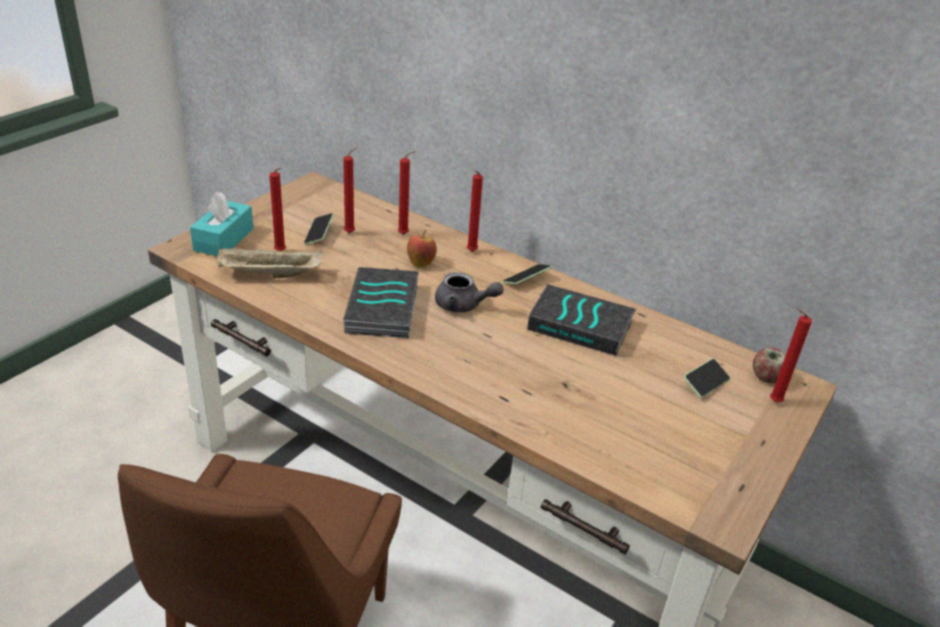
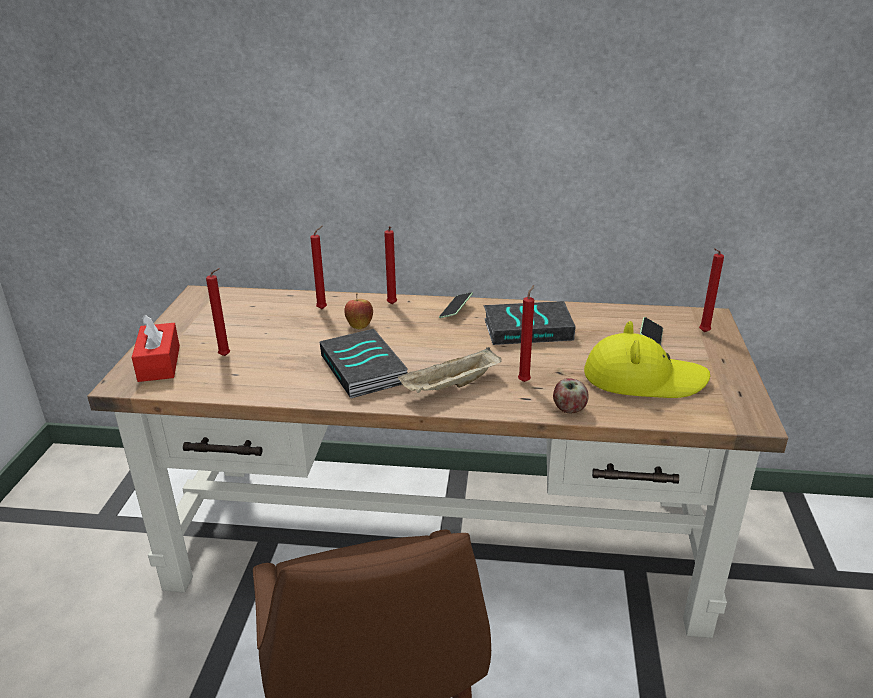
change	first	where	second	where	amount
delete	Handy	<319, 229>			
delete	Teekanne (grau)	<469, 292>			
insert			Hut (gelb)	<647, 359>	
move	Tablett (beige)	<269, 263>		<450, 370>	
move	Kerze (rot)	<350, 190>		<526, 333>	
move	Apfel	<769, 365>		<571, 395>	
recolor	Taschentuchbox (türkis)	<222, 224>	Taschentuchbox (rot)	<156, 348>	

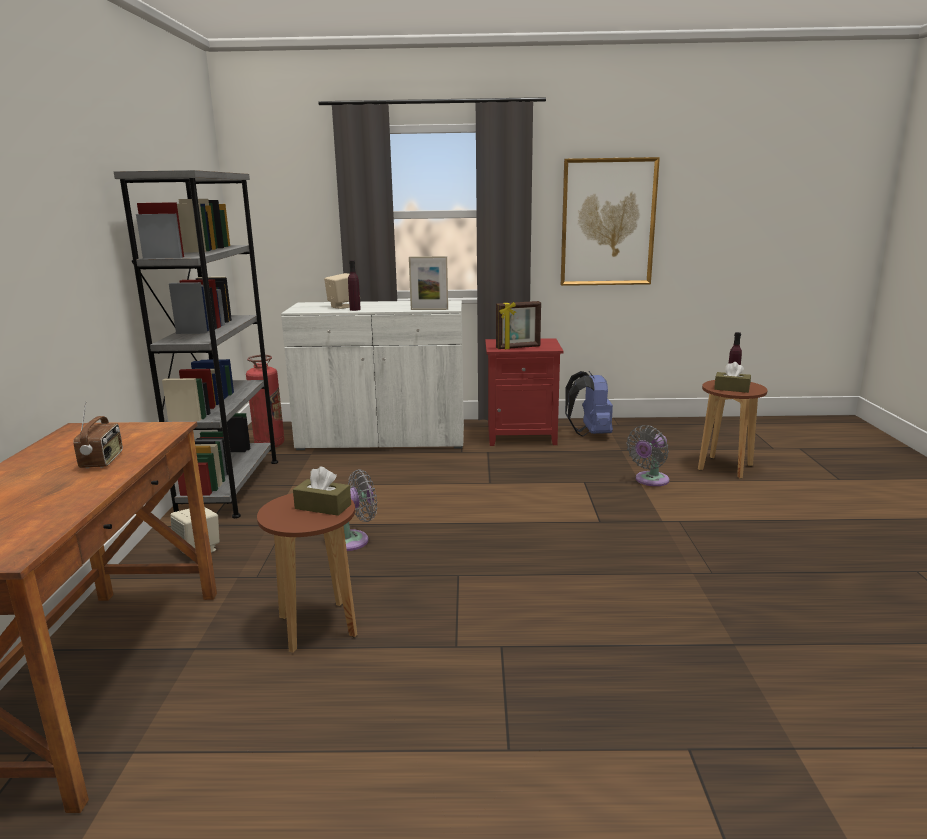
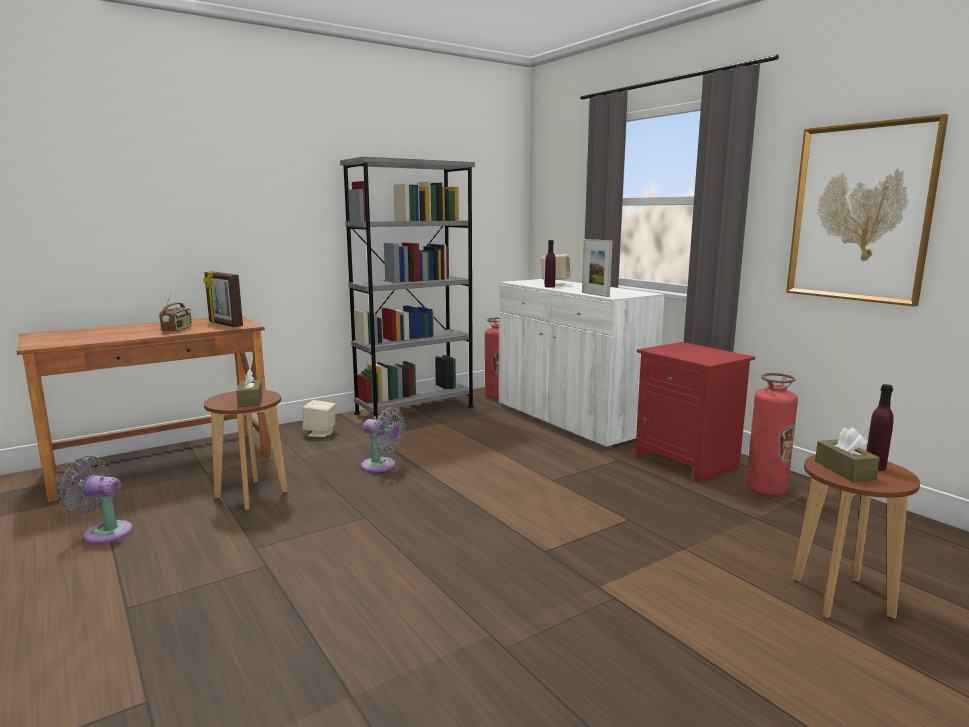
change	first	where	second	where	amount
move	Bilderrahmen	<518, 325>		<223, 299>	
move	Ventilator (grau)	<648, 455>		<95, 500>	
replace	Rucksack (blau)	<589, 404>	Feuerlöscher	<772, 435>	
rotate	Radio	<98, 435>		<175, 312>	45 degrees counterclockwise

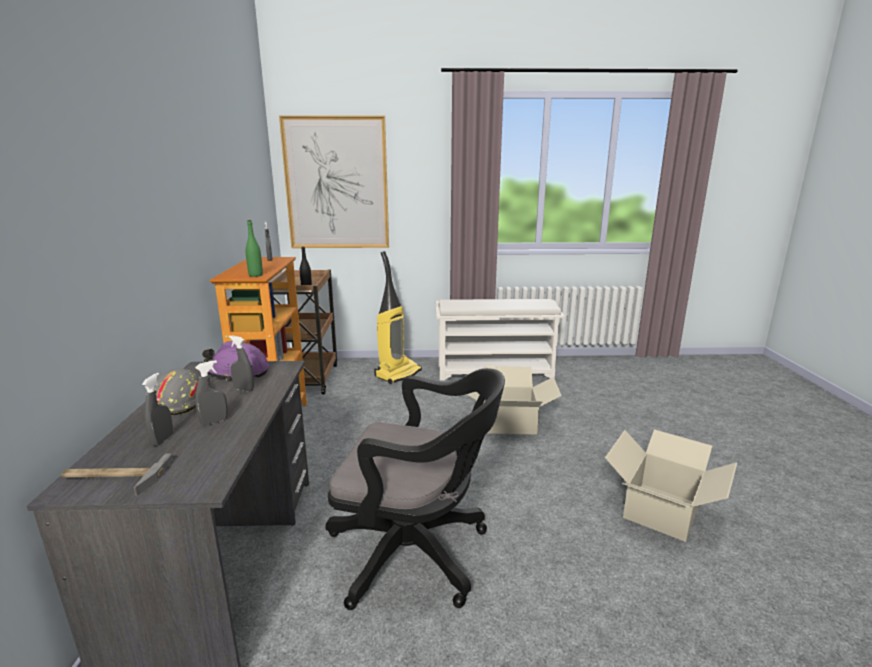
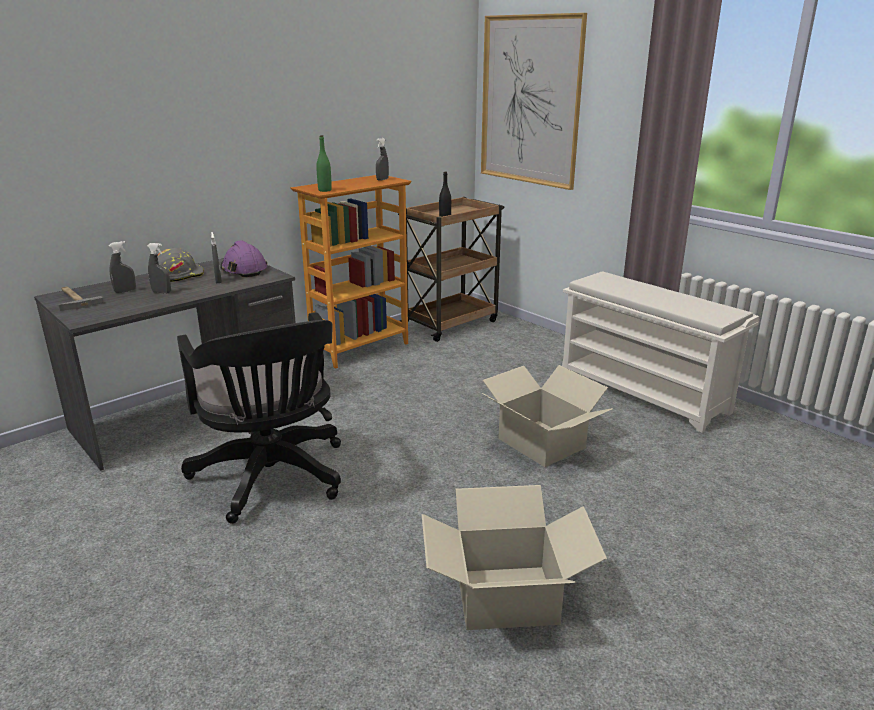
change	first	where	second	where	amount
delete	Staubsauger	<398, 317>			

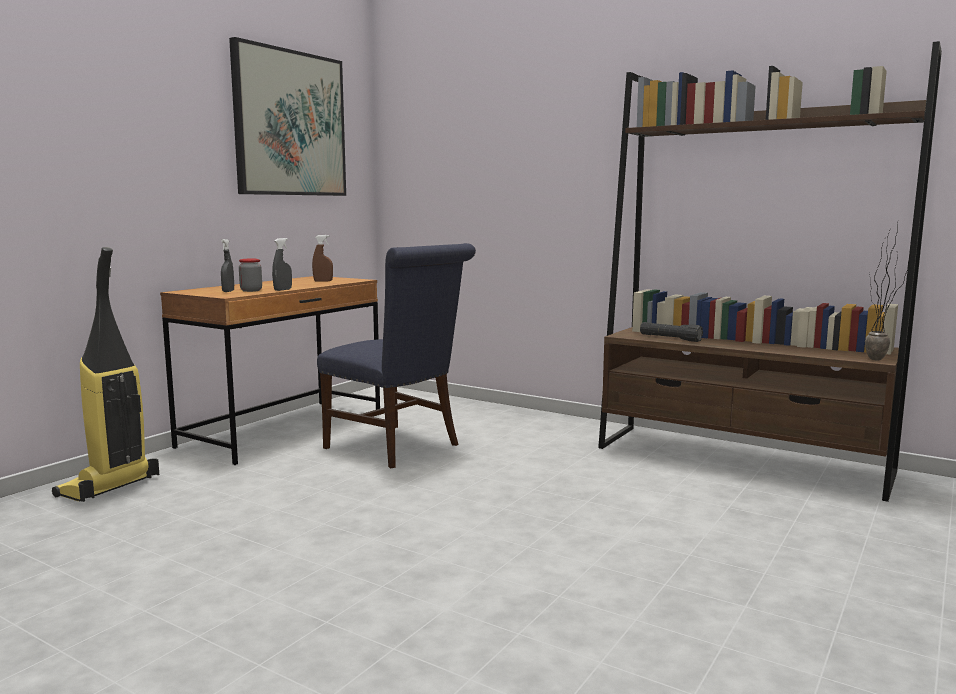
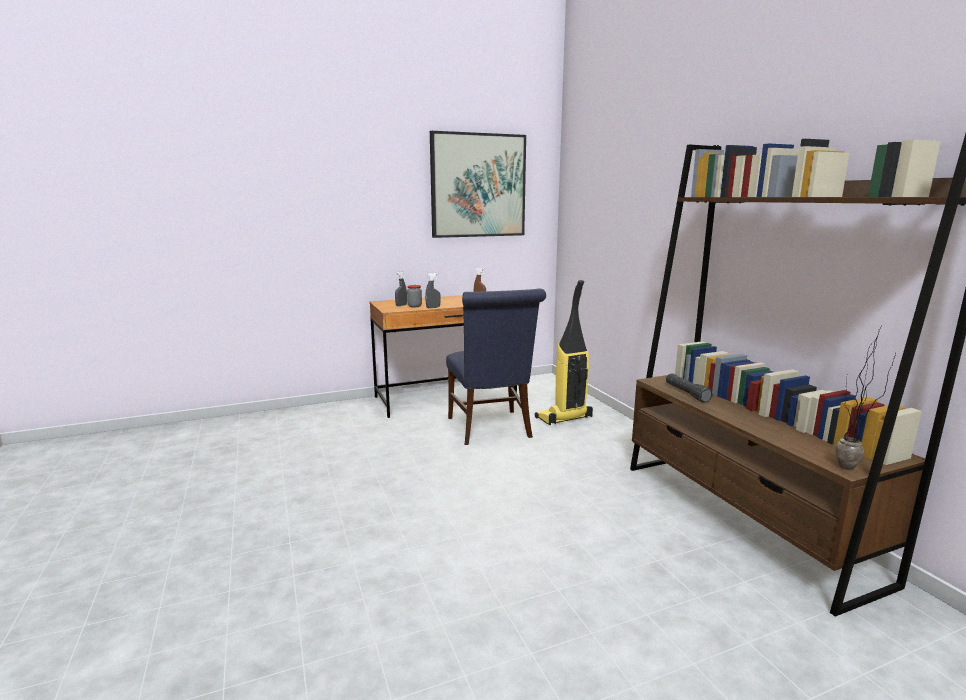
change	first	where	second	where	amount
move	Staubsauger	<105, 374>		<564, 352>	

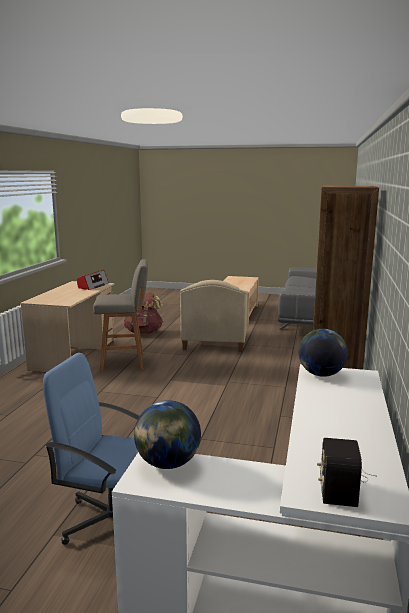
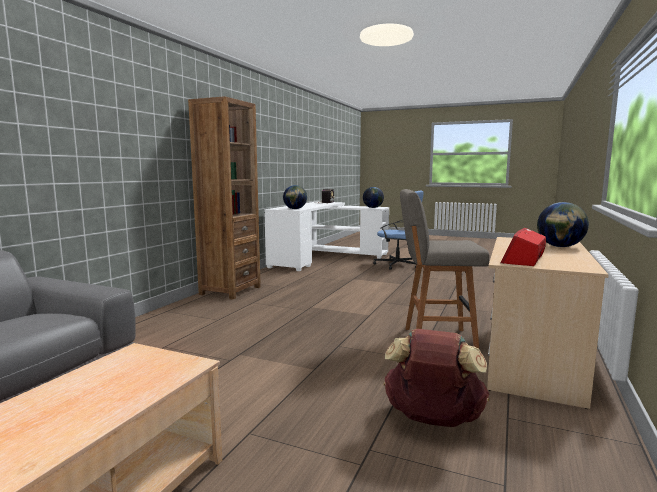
change	first	where	second	where	amount
delete	Sessel (beige)	<214, 316>			
insert			Globus	<563, 224>	

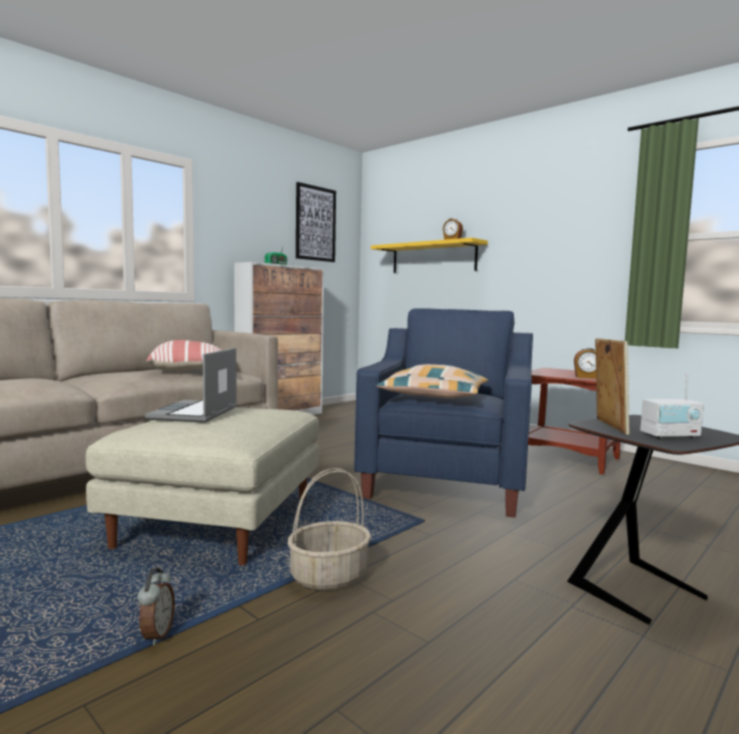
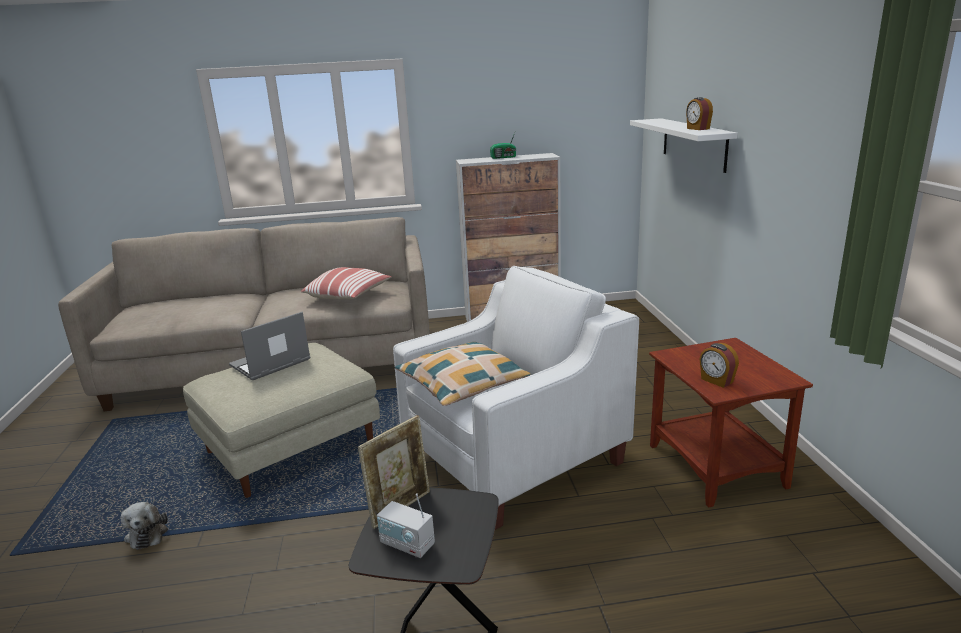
change	first	where	second	where	amount
delete	Korb	<329, 529>			
delete	Bild	<316, 222>			
replace	Wecker	<156, 606>	Plüschtier	<144, 526>	
recolor	Sessel (blau)	<443, 413>	Sessel (weiß)	<516, 398>	
recolor	Wandregal (gelb)	<429, 255>	Wandregal (weiß)	<684, 145>	

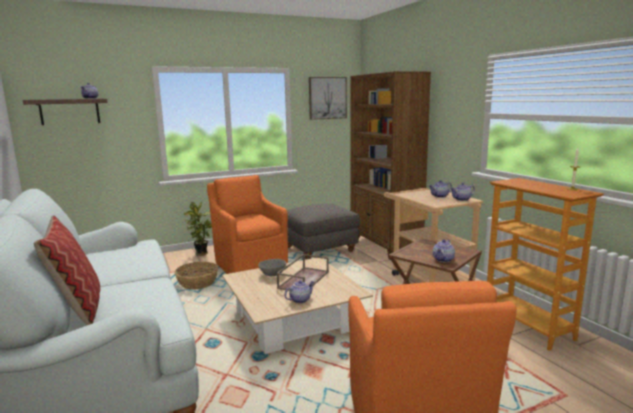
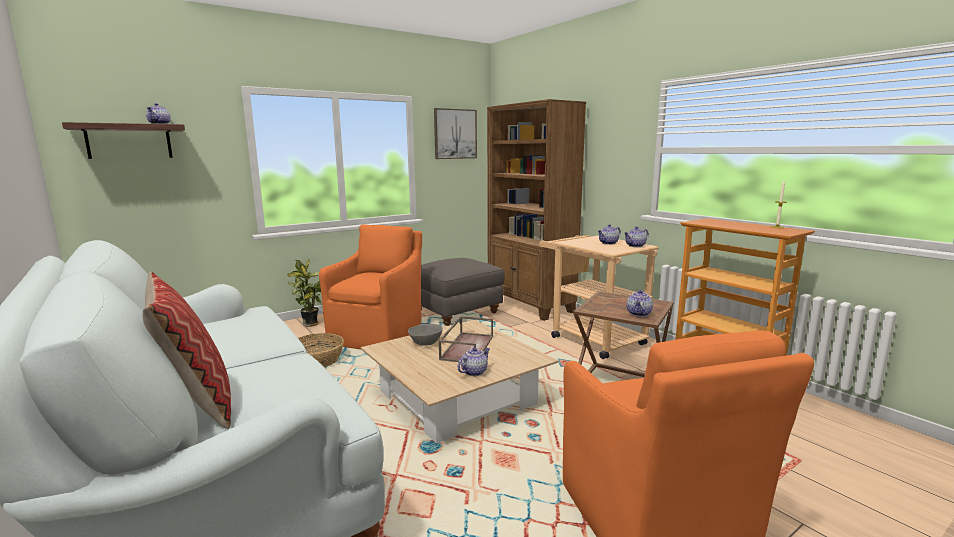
change	first	where	second	where	amount
rotate	Sessel (orange)	<247, 224>		<370, 287>	60 degrees clockwise

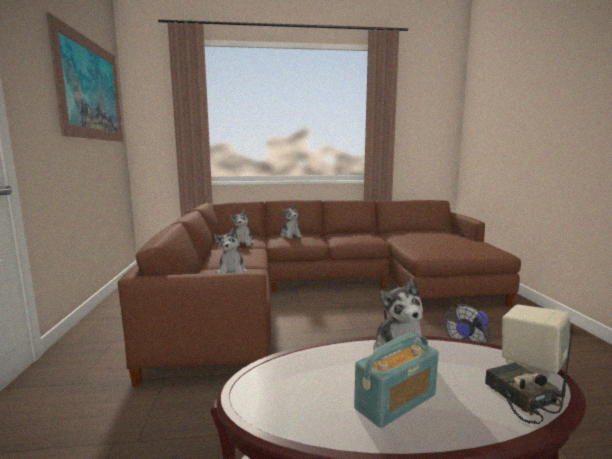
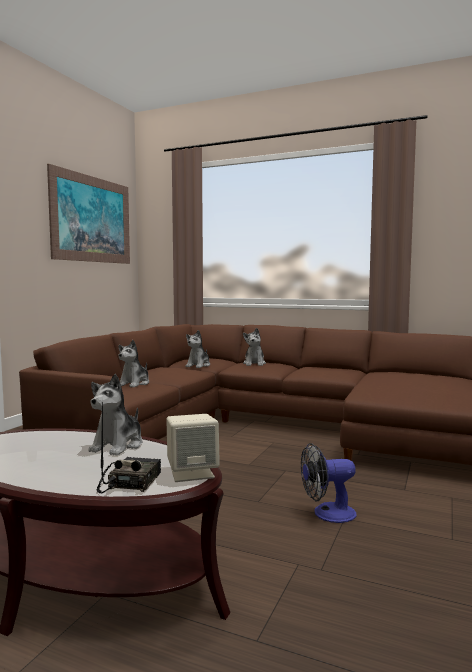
change	first	where	second	where	amount
delete	Radio	<396, 380>			

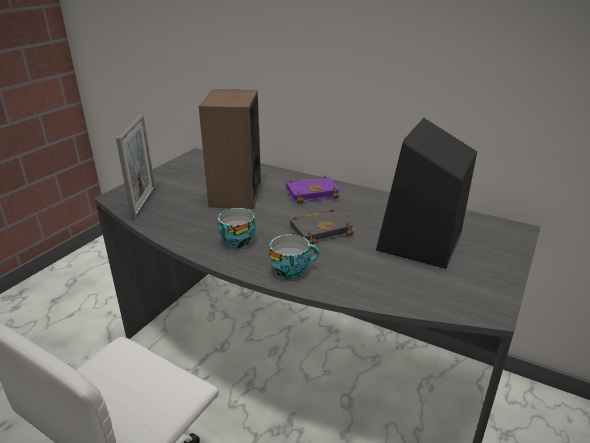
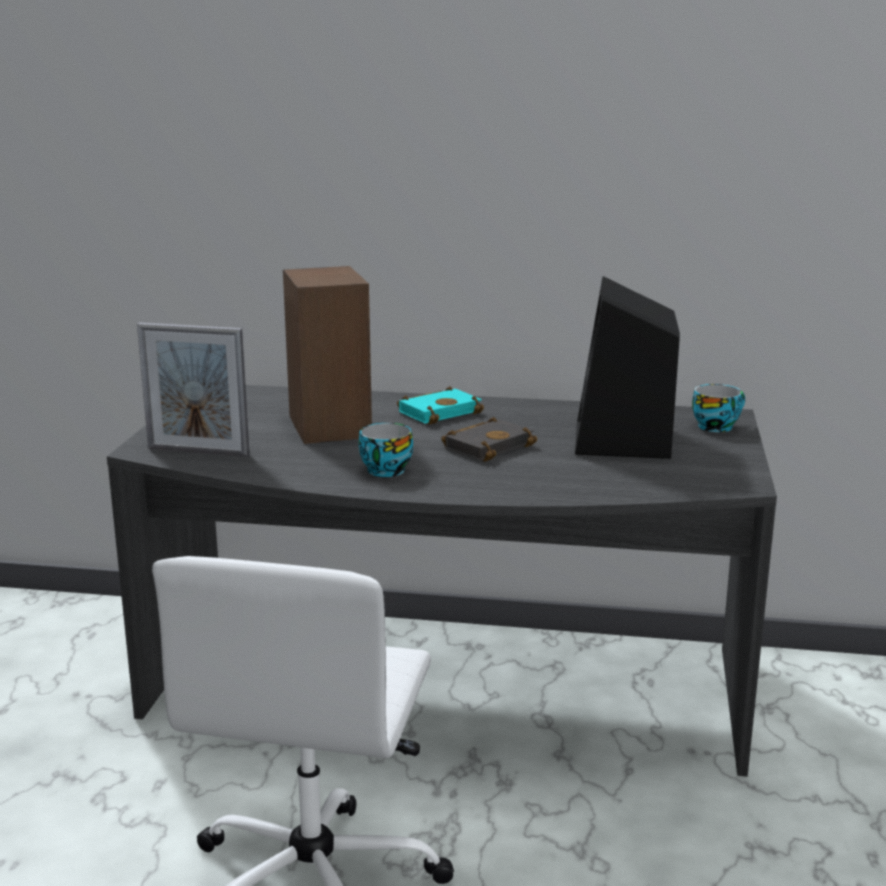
change	first	where	second	where	amount
move	Tasse	<294, 257>		<718, 408>	
recolor	Buch (lila)	<313, 190>	Buch (türkis)	<440, 405>	
rotate	Bilderrahmen	<135, 167>		<193, 390>	120 degrees clockwise

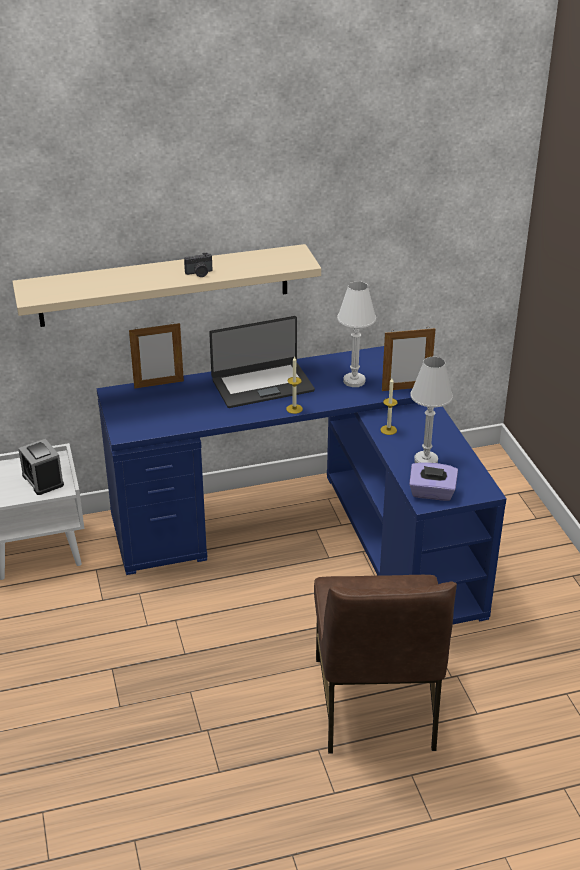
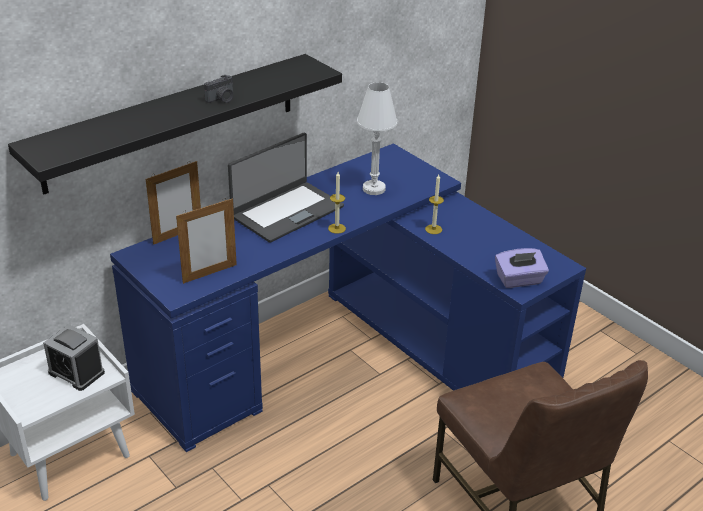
change	first	where	second	where	amount
delete	Tischlampe (weiß)	<431, 410>			
move	Bilderrahmen	<408, 359>		<206, 241>	
recolor	Wandregal (beige)	<166, 285>	Wandregal (schwarz)	<175, 124>	

